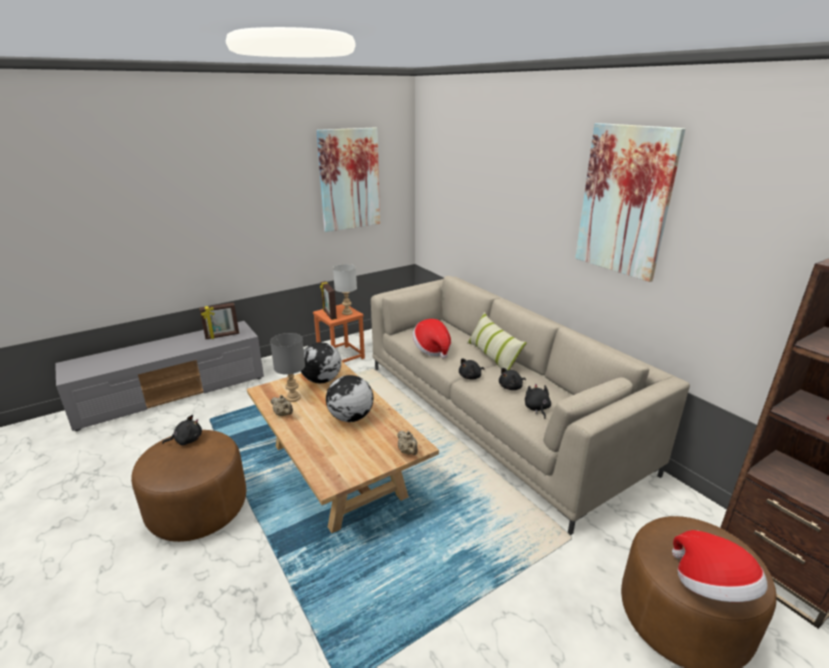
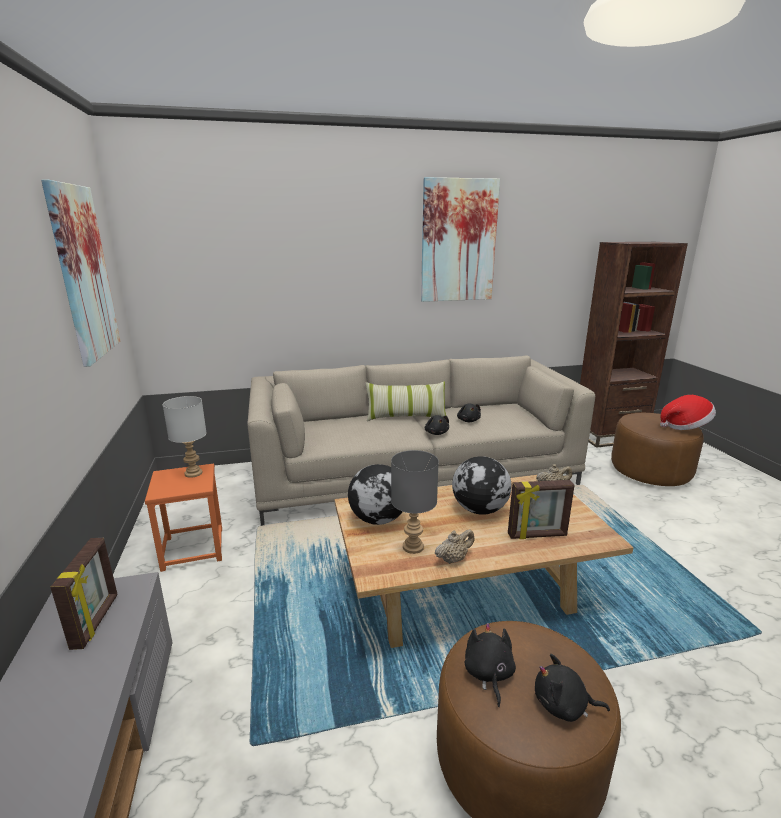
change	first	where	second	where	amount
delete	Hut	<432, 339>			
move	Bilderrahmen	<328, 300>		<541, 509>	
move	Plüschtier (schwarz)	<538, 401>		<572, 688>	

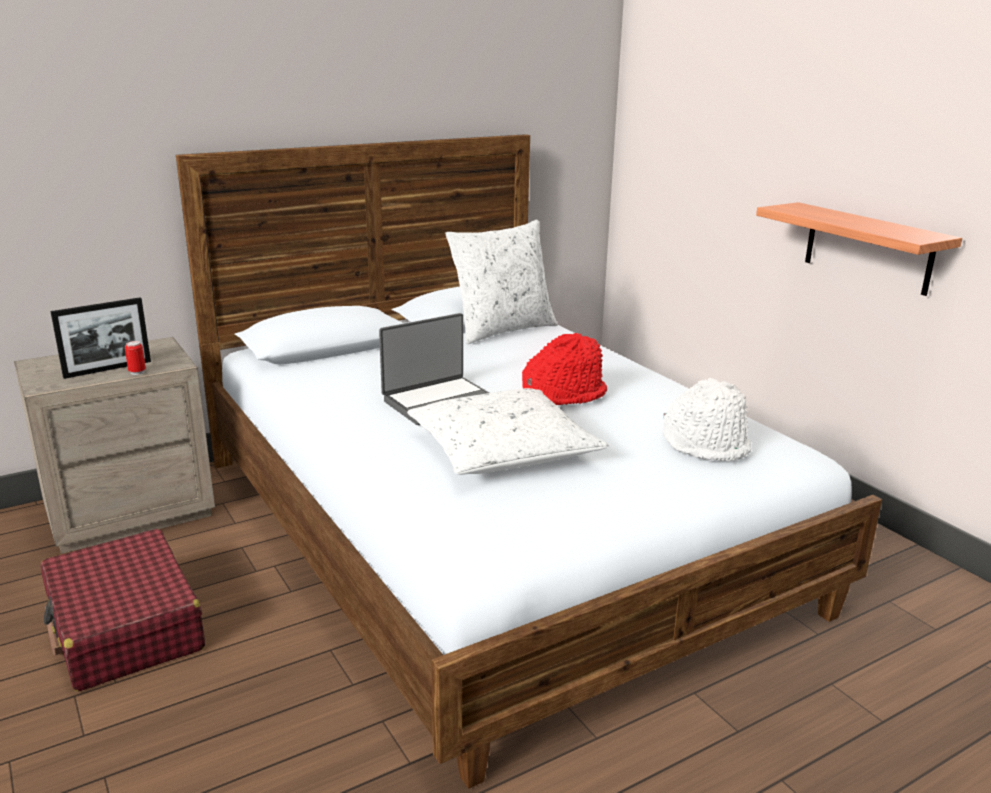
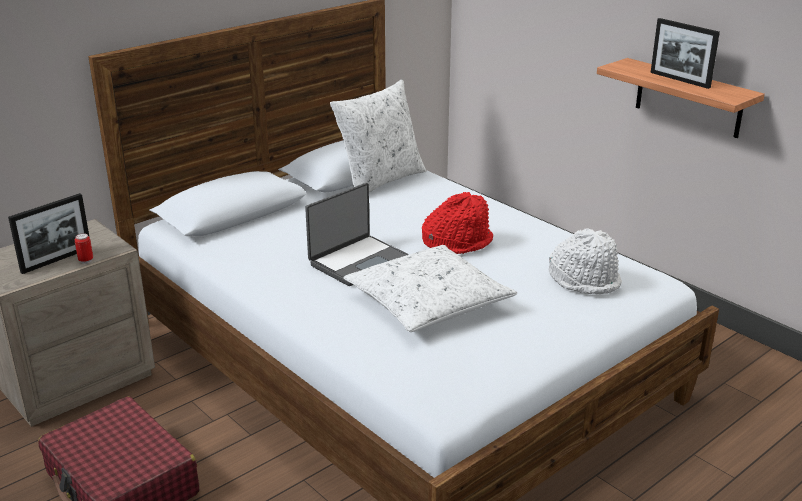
change	first	where	second	where	amount
insert			Bilderrahmen	<685, 53>	

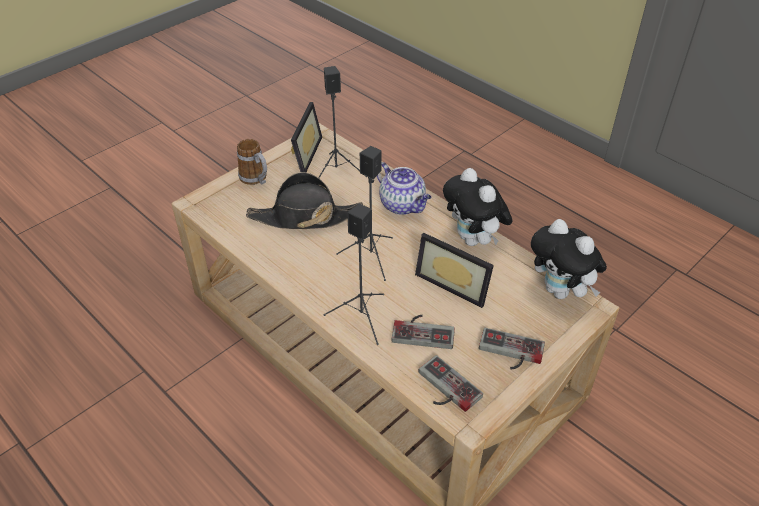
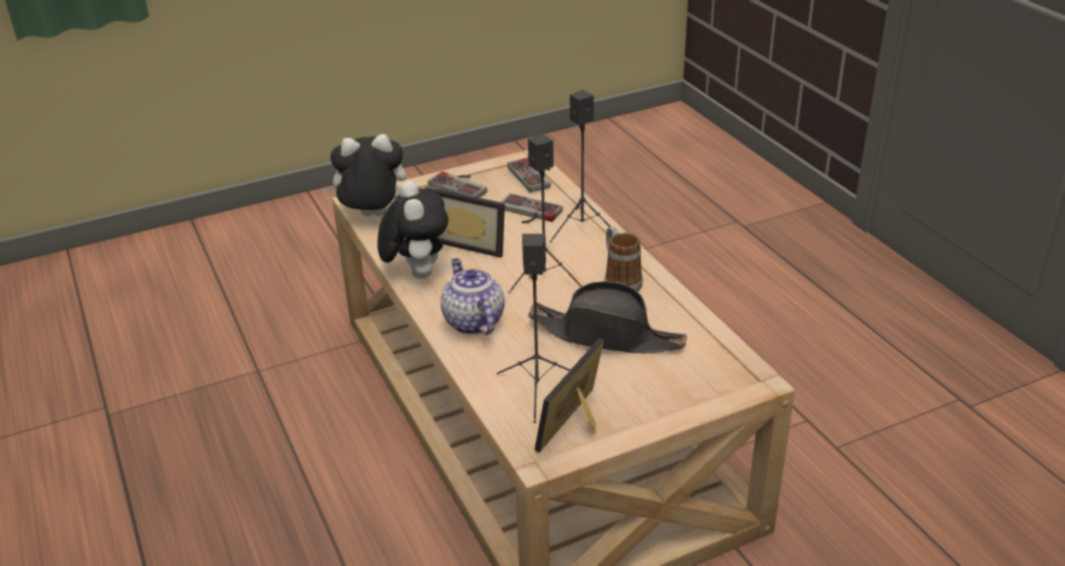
change	first	where	second	where	amount
move	Henkelbecher	<252, 162>		<624, 258>	
rotate	Bilderrahmen	<454, 270>		<464, 222>	150 degrees clockwise
rotate	Plüschtier	<569, 259>		<365, 175>	75 degrees counterclockwise

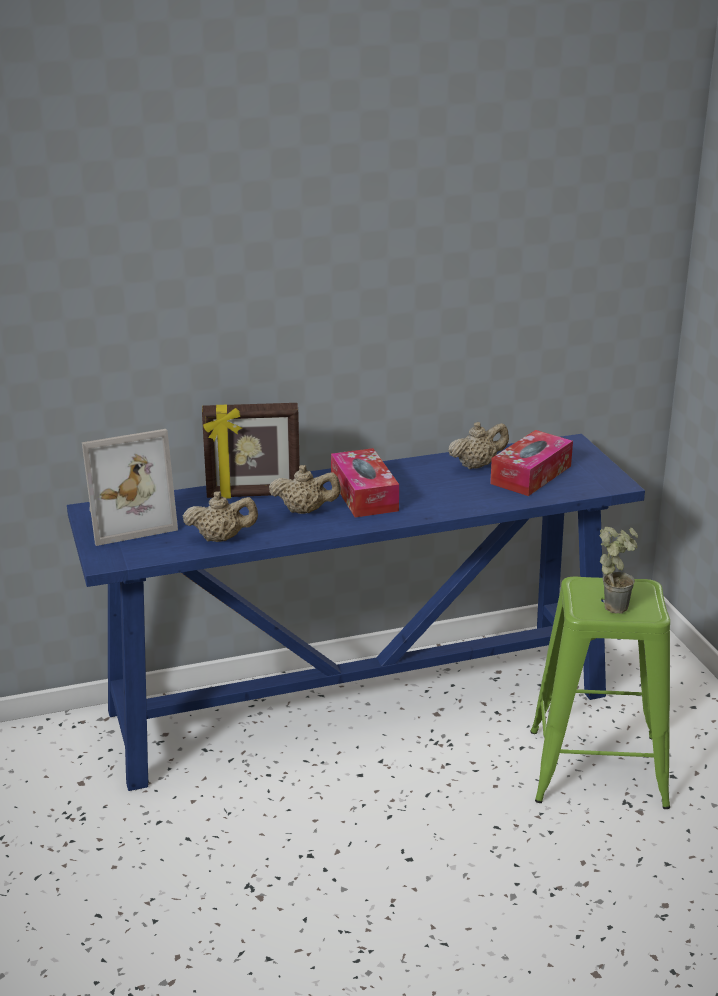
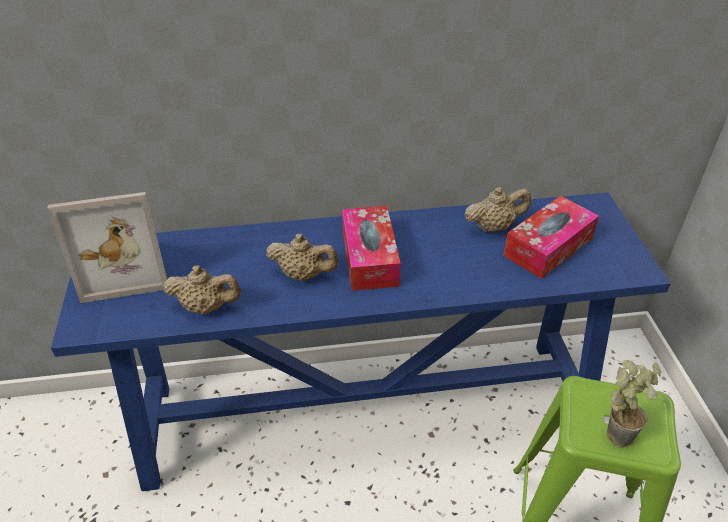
change	first	where	second	where	amount
delete	Bilderrahmen	<251, 451>			

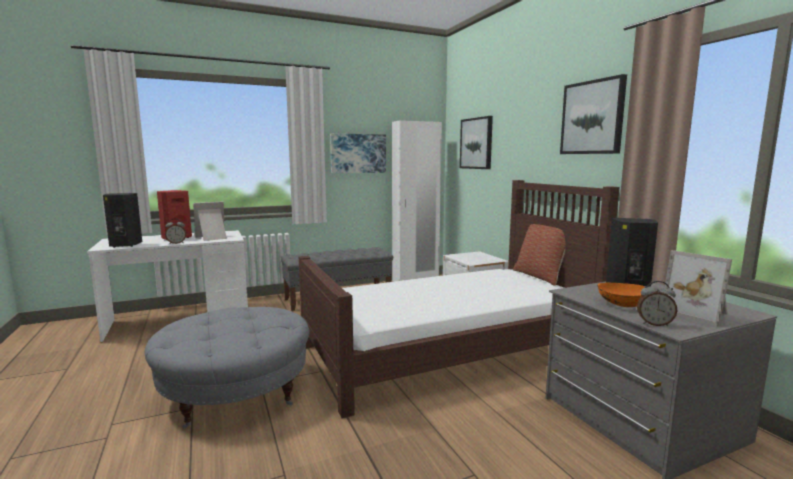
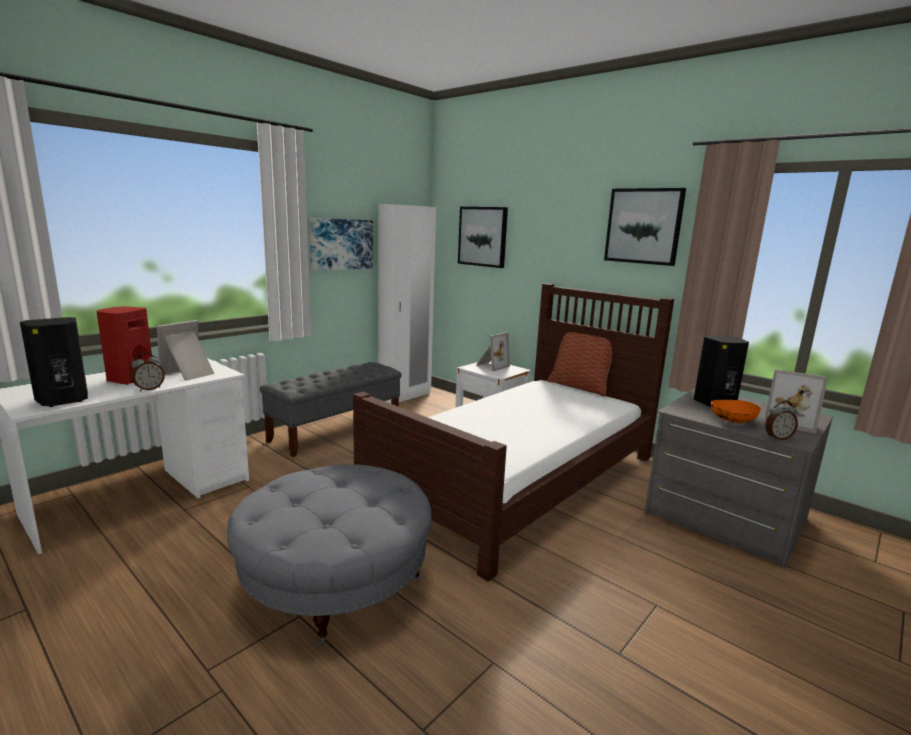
change	first	where	second	where	amount
insert			Bilderrahmen	<493, 352>	

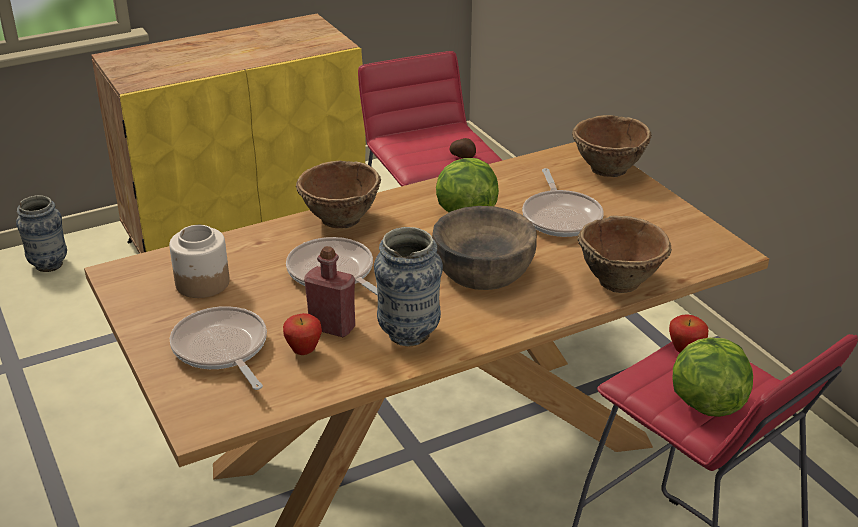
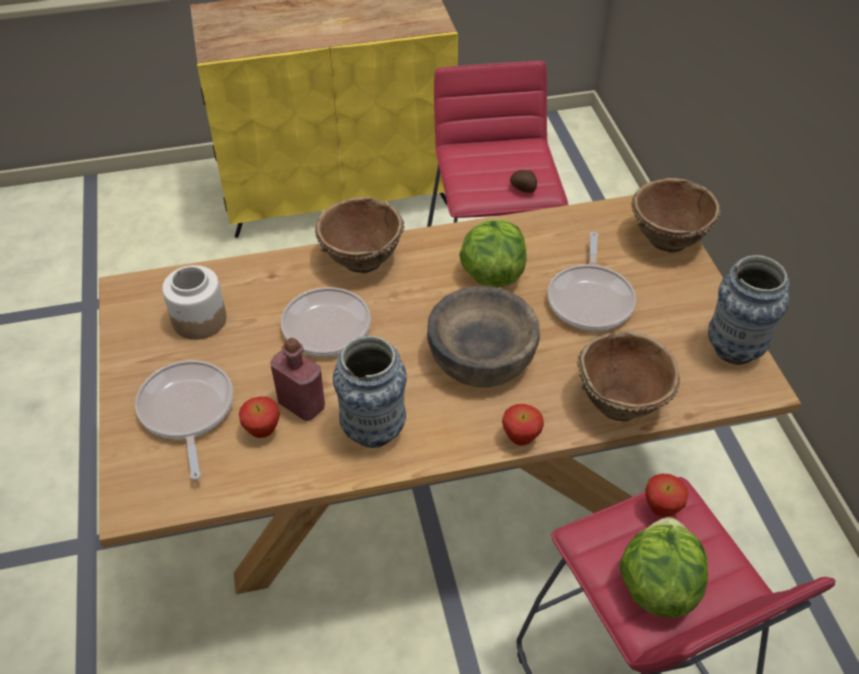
change	first	where	second	where	amount
insert			Apfel	<523, 425>	
move	Vase	<41, 233>		<749, 310>	

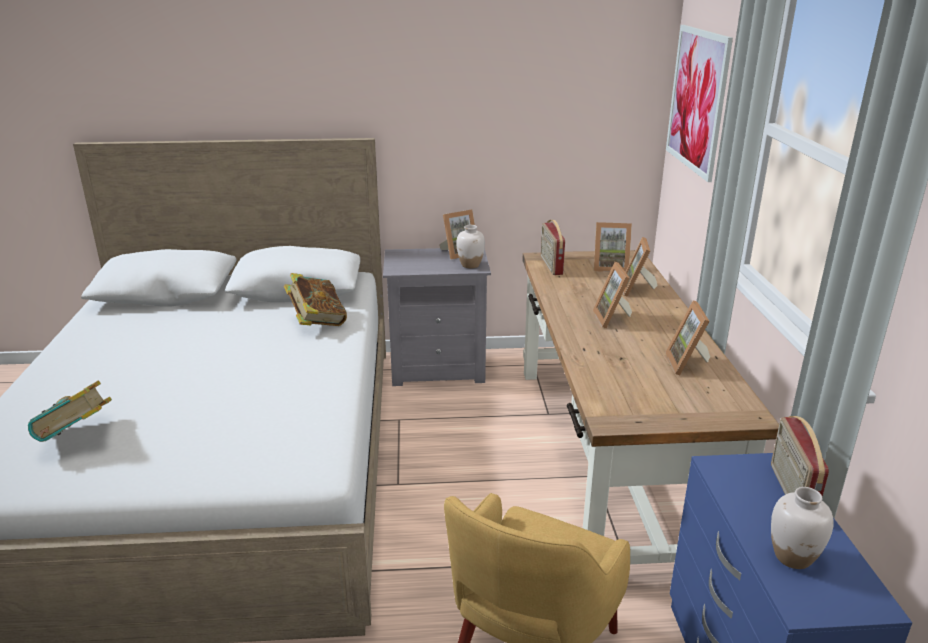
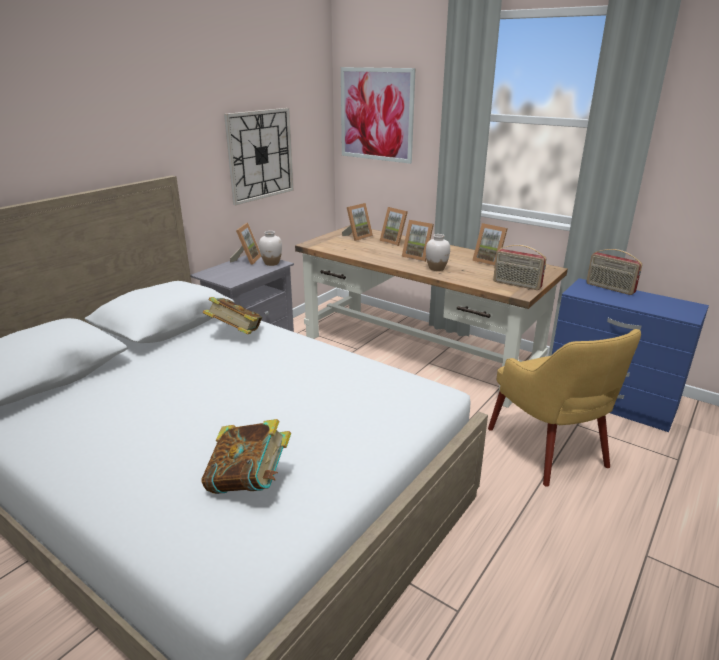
change	first	where	second	where	amount
insert			Wanduhr	<259, 156>	
move	Radio	<553, 247>		<519, 267>	
move	Vase (weiß)	<802, 528>		<438, 252>	

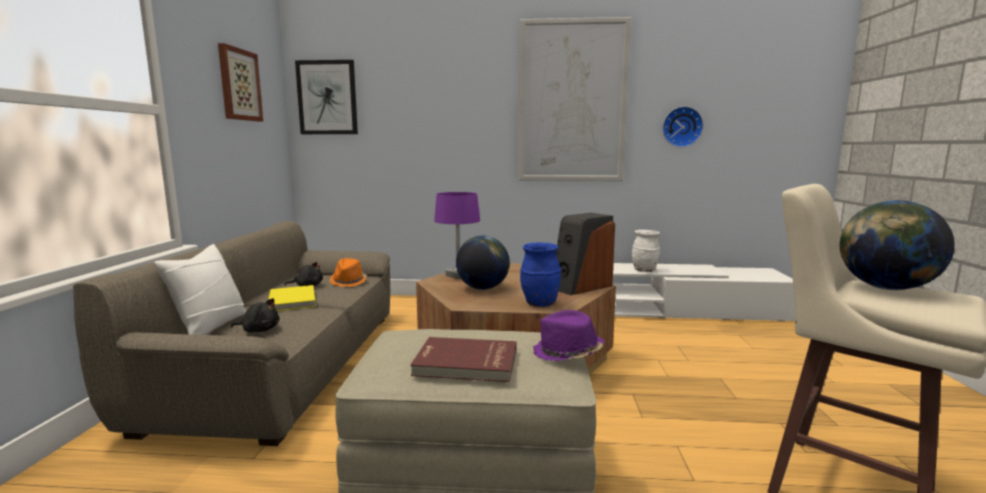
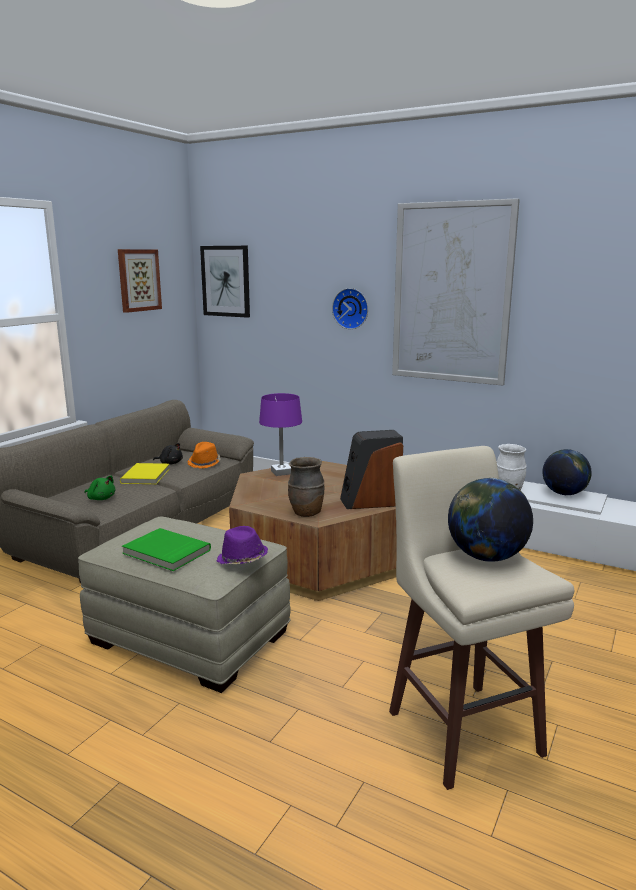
change	first	where	second	where	amount
delete	Kissen (weiß)	<200, 289>			
move	Globus	<483, 263>		<567, 472>	
move	Wanduhr	<683, 126>		<350, 308>	
recolor	Plüschtier (schwarz)	<255, 315>	Plüschtier (grün)	<100, 488>	
recolor	Buch (rot)	<463, 359>	Buch (grün)	<166, 549>	
recolor	Vase (blau)	<540, 274>	Vase (braun)	<306, 487>	

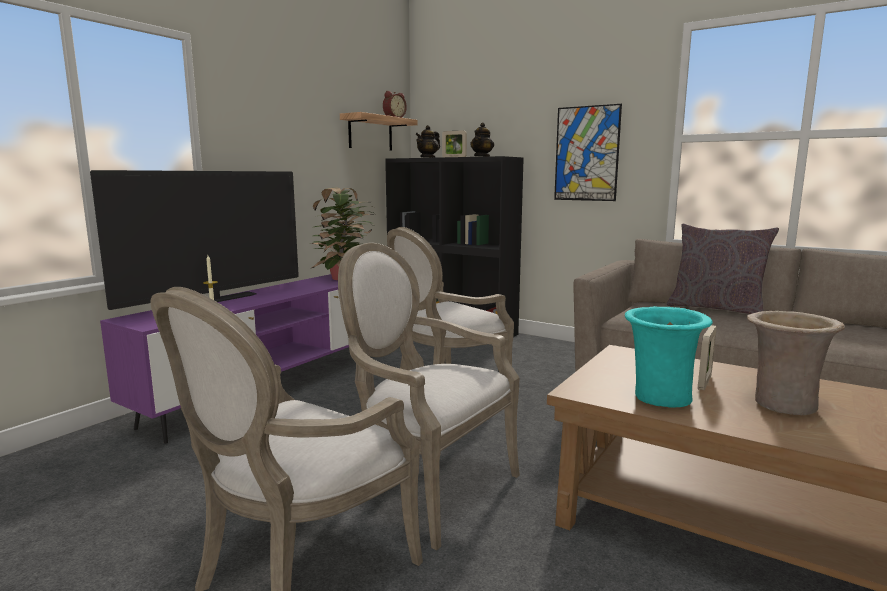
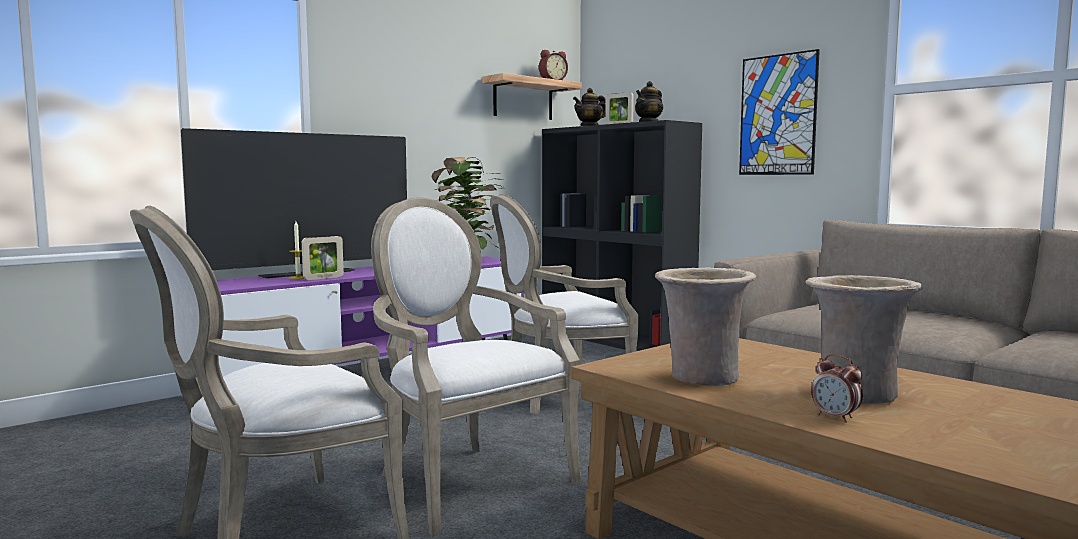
change	first	where	second	where	amount
delete	Kissen (grau)	<723, 268>			
insert			Wecker	<837, 388>	
move	Bilderrahmen	<707, 357>		<323, 258>	
recolor	Vase (türkis)	<669, 356>	Vase (beige)	<706, 326>	

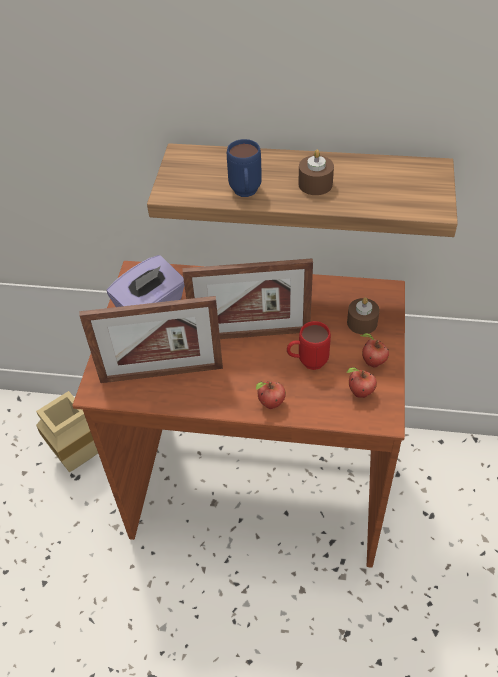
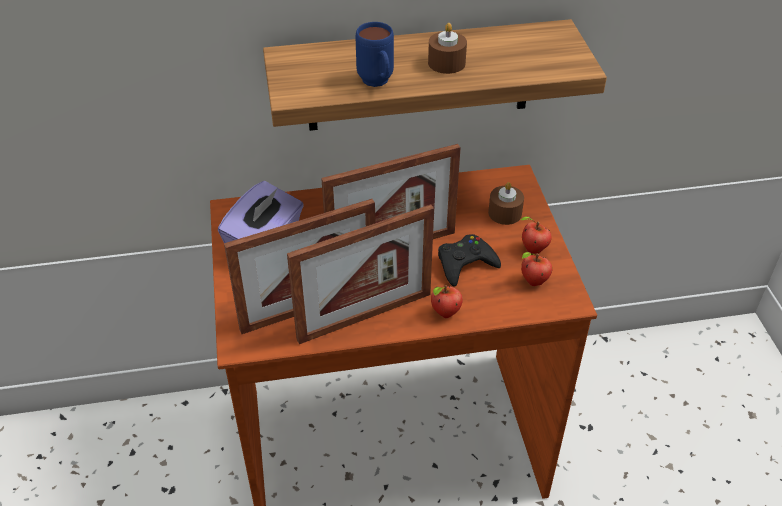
change	first	where	second	where	amount
delete	Vase (beige)	<67, 431>			
insert			Bilderrahmen	<360, 274>	
replace	Henkelbecher (rot)	<309, 345>	Gamepad (schwarz)	<469, 260>	

